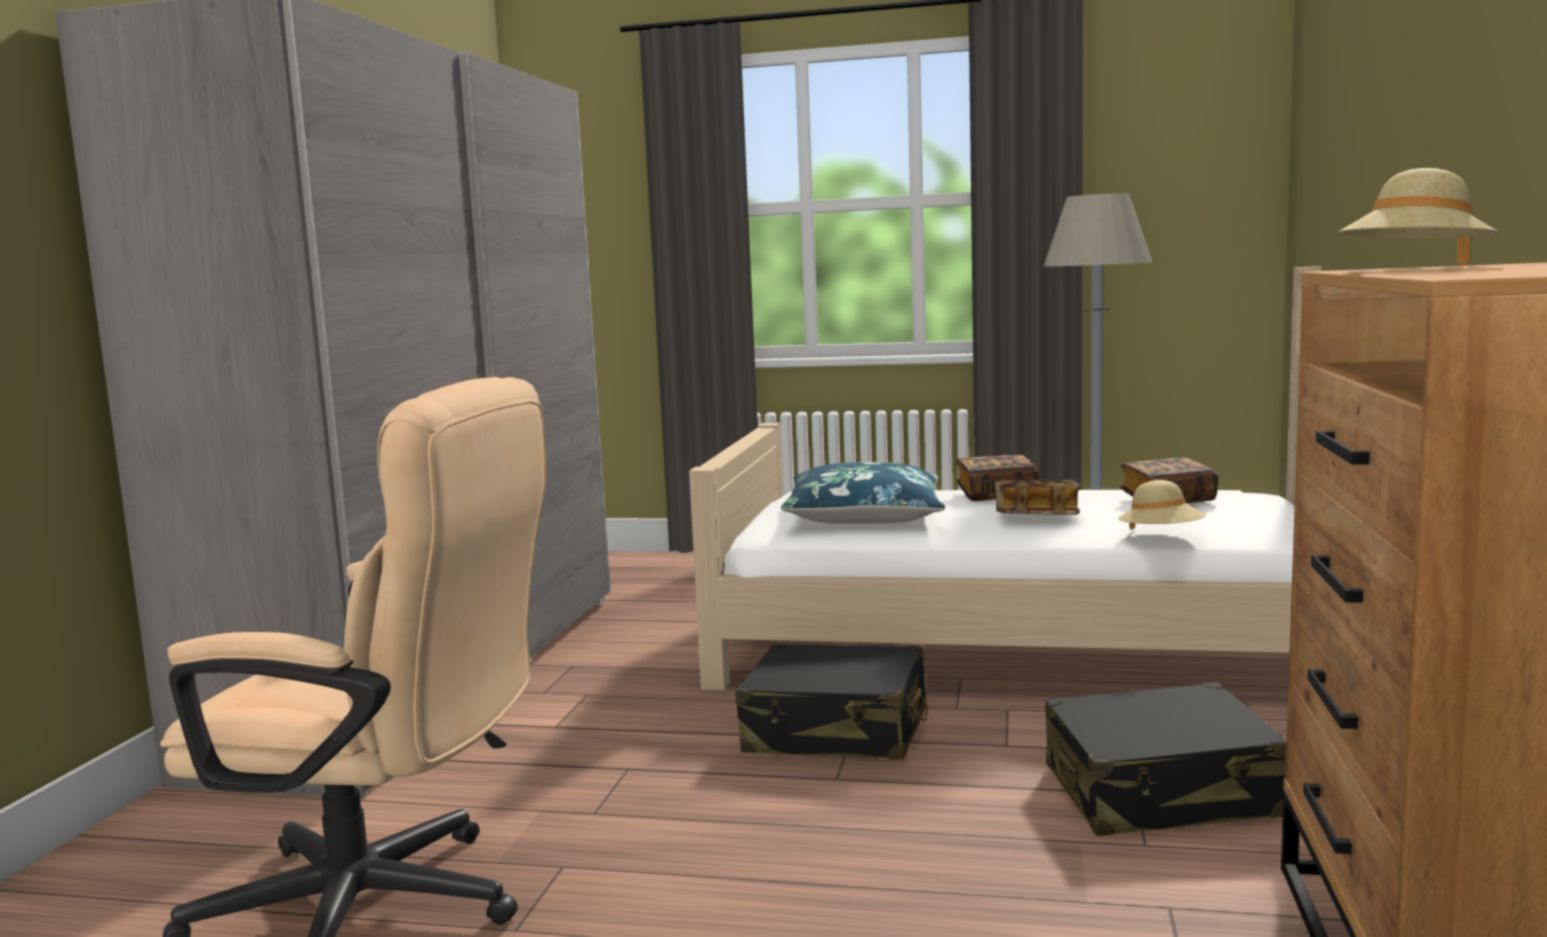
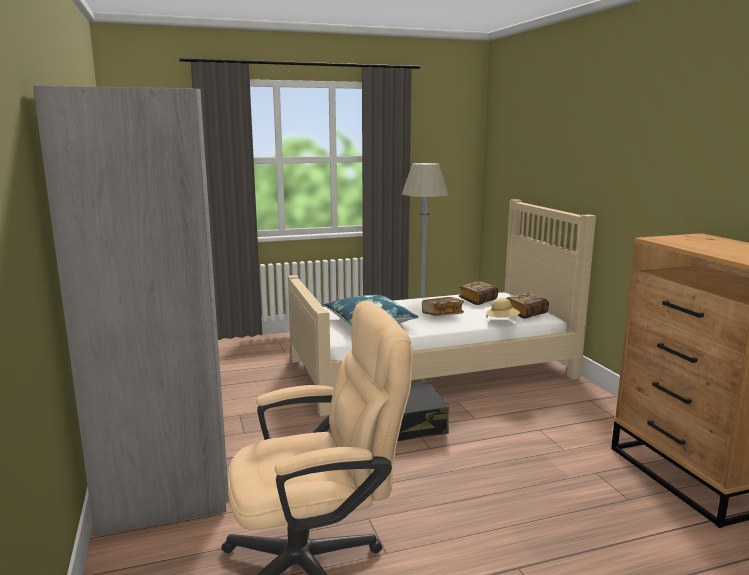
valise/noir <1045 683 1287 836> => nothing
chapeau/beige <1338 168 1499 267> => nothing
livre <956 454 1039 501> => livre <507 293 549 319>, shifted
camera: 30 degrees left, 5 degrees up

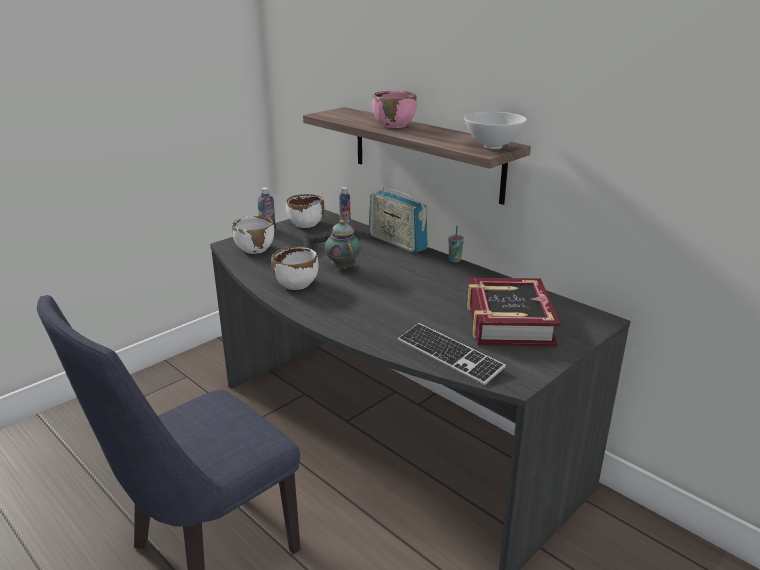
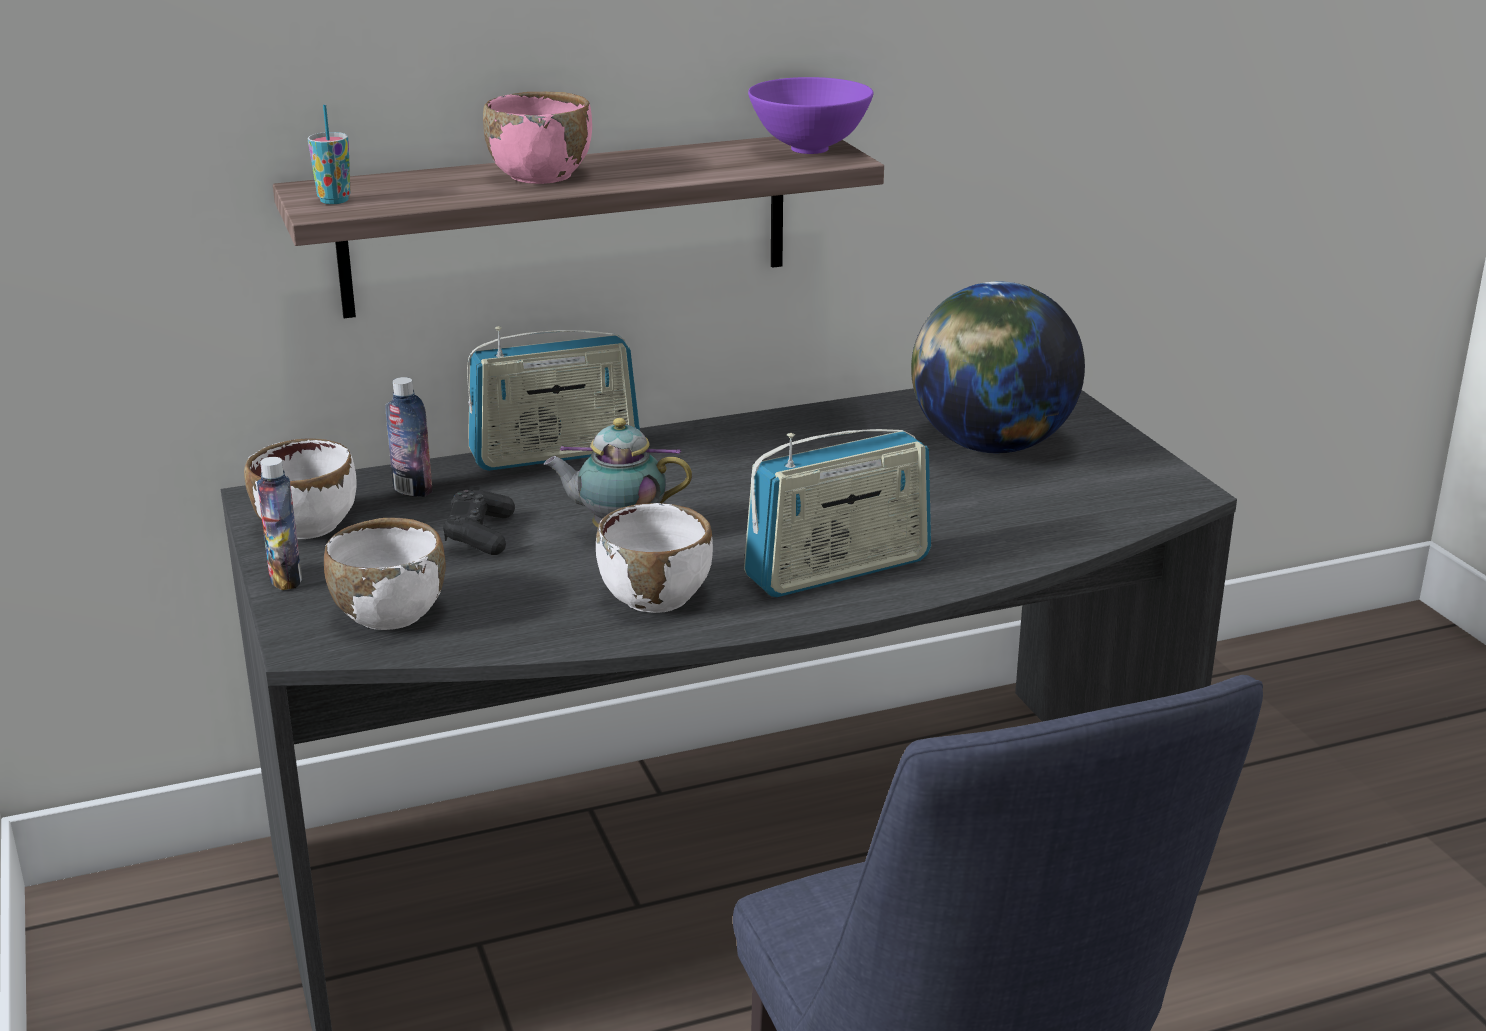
clavier <398 323 506 385> => nothing
nothing => radio <744 429 931 597>
tasse <449 226 464 262> => tasse <308 105 351 204>, shifted
livre <467 278 560 347> => globe <911 281 1085 454>
bol/blanc <464 112 527 149> => bol/violet <748 77 873 154>
camera: 65 degrees left, 0 degrees up

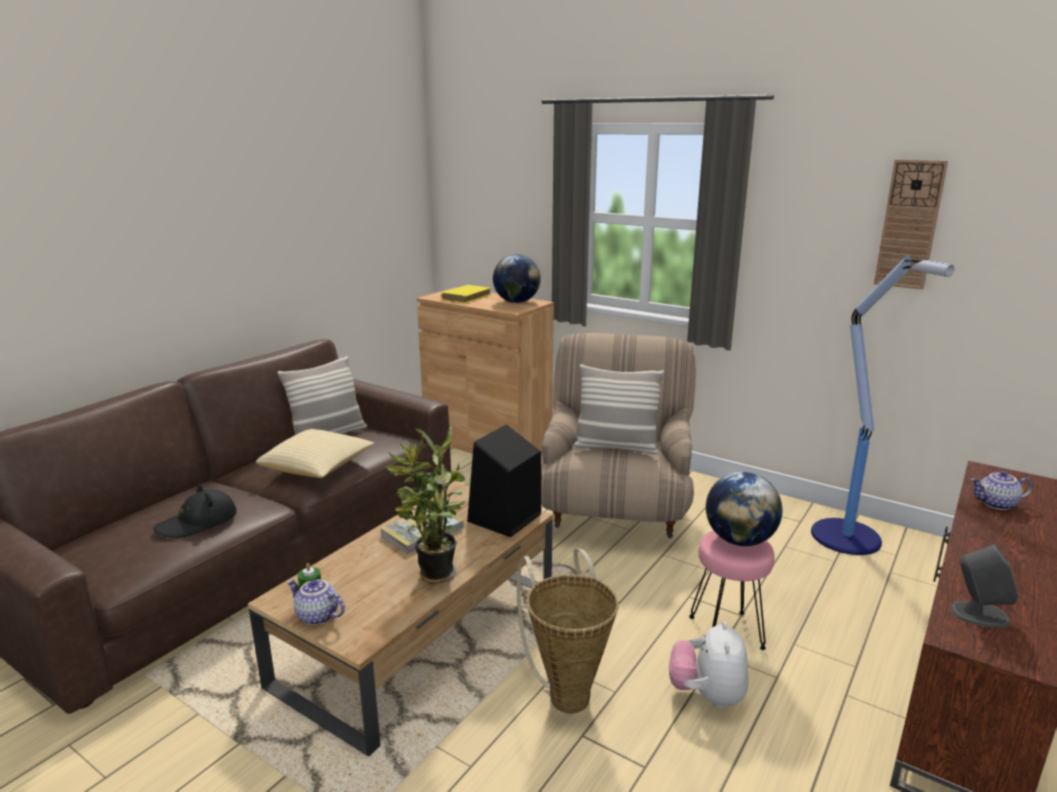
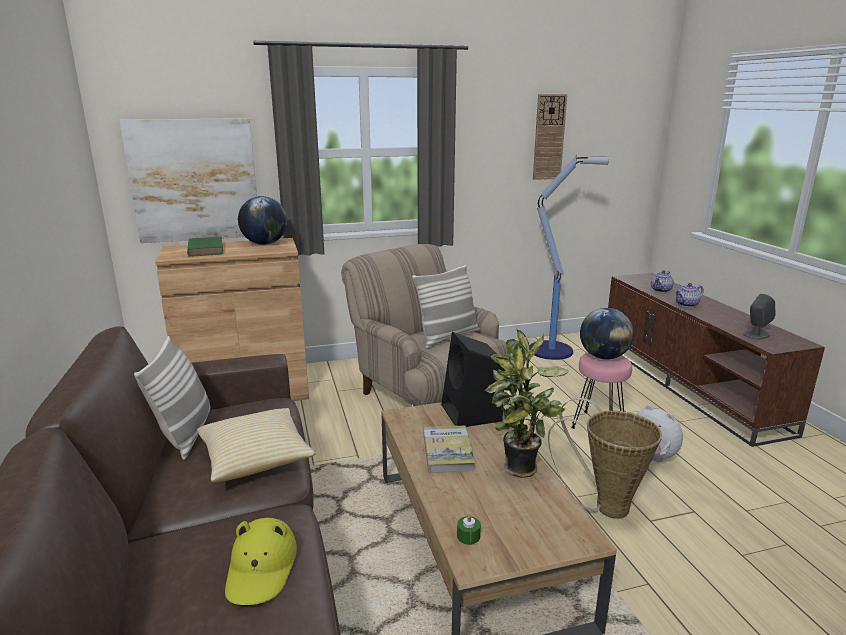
nothing => tableau <119 118 257 243>
théière <287 579 345 625> => théière <675 283 704 307>, shifted
chapeau/noir <153 484 237 538> => chapeau/jaune <225 518 297 605>
livre/jaune <441 285 491 303> => livre/vert <187 237 224 257>
camera: 50 degrees left, 0 degrees up

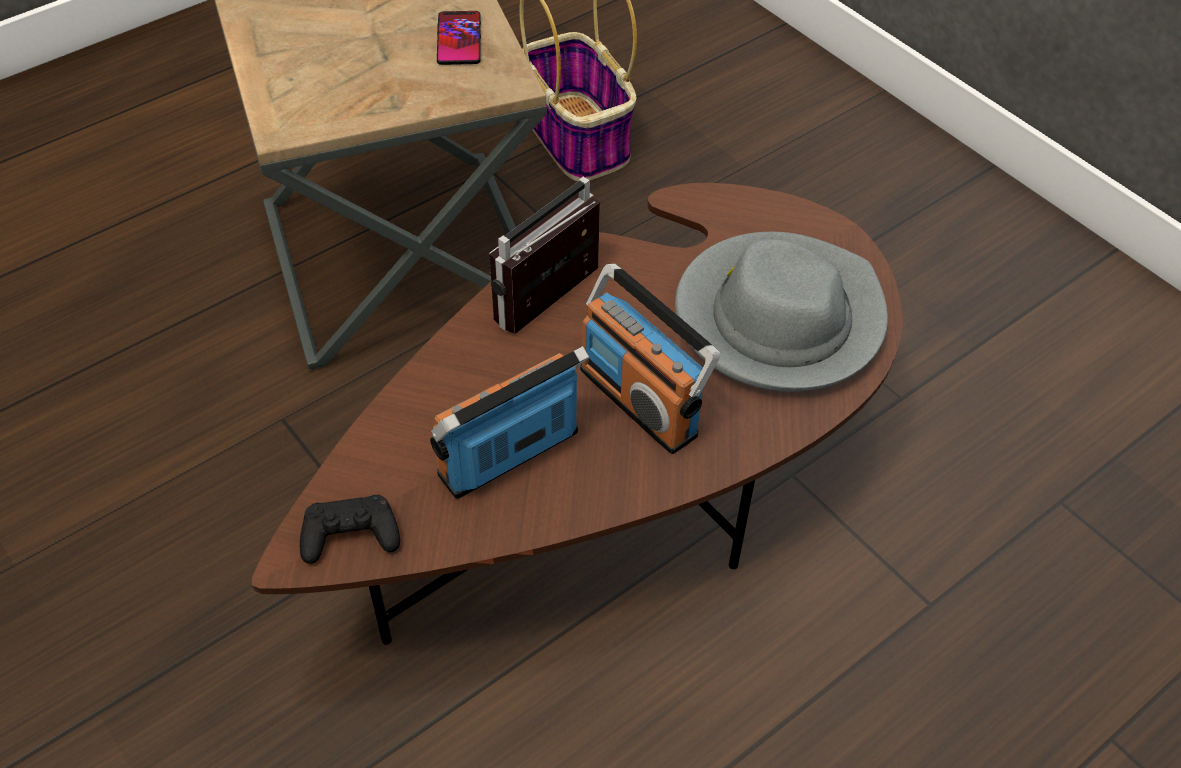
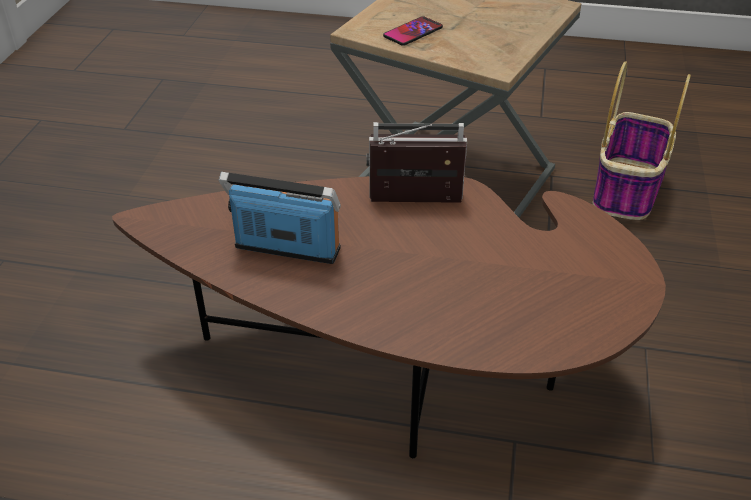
manette/noir <300 495 400 564> => nothing
radio <580 264 720 454> => nothing
chapeau/gris <675 232 888 392> => nothing
téléphone <437 11 481 65> => téléphone <383 16 443 46>, shifted
camera: 50 degrees right, 10 degrees down

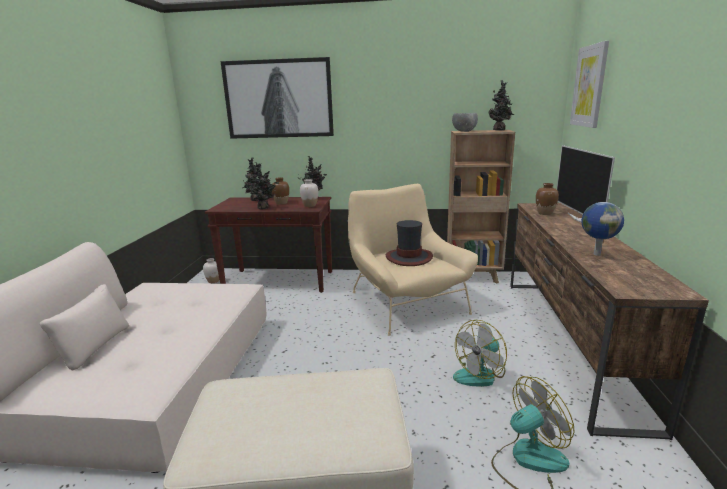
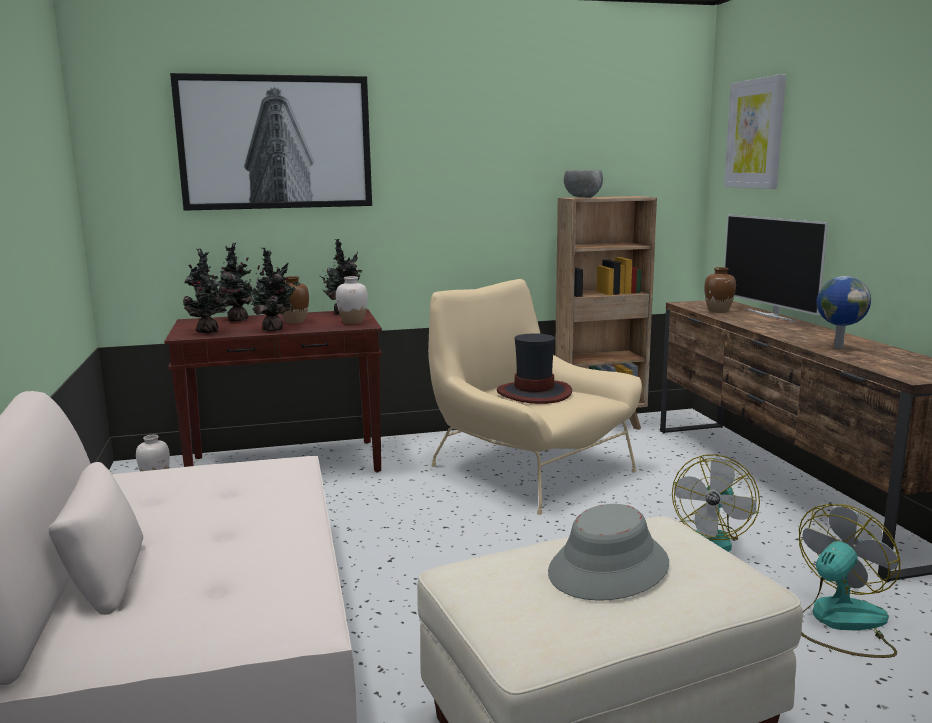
nothing => chapeau/gris <548 504 669 601>
plante en pot <489 80 515 131> => plante en pot <183 248 230 333>, shifted
camera: 20 degrees left, 5 degrees down

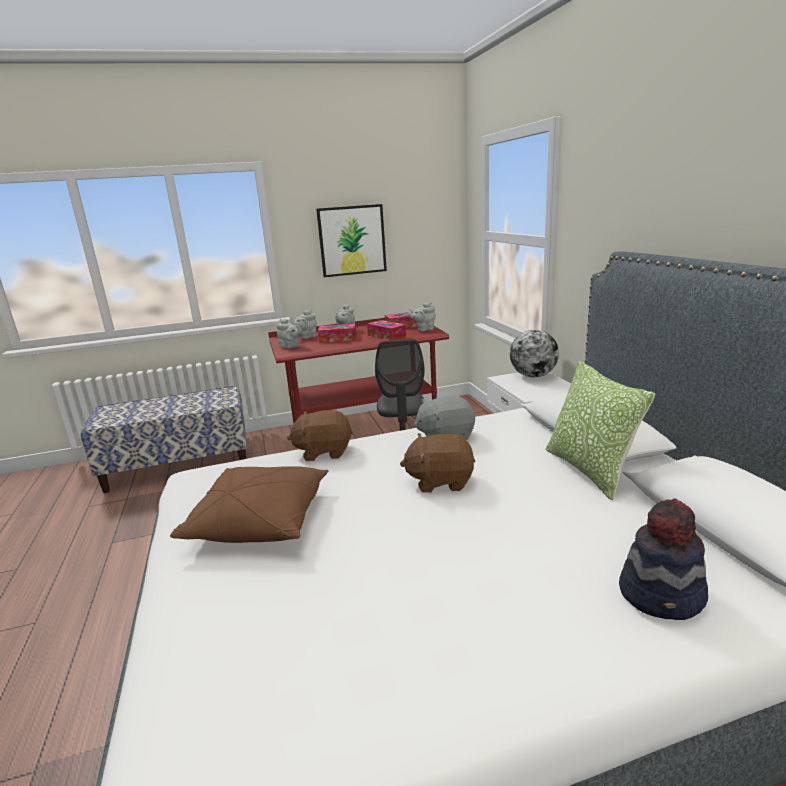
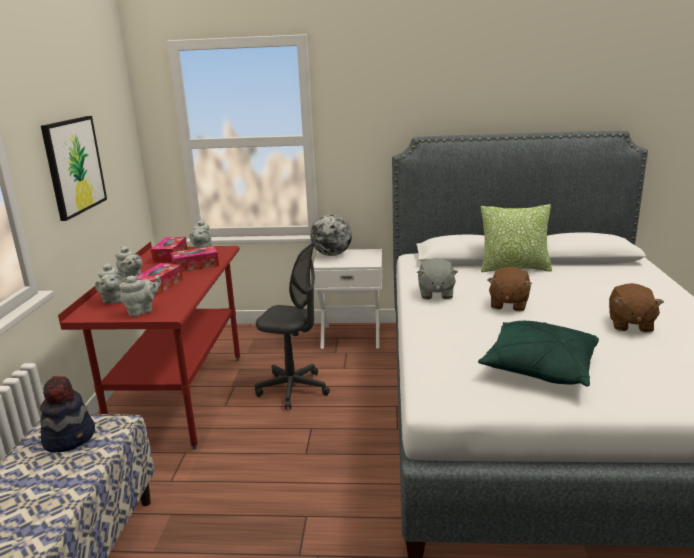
peluche/marron <287 410 353 461> => peluche/marron <609 283 664 333>, shifted
chapeau <619 498 708 620> => chapeau <40 375 95 453>, shifted
coussin/marron <170 466 328 543> => coussin/vert <478 321 599 387>
camera: 70 degrees left, 0 degrees up

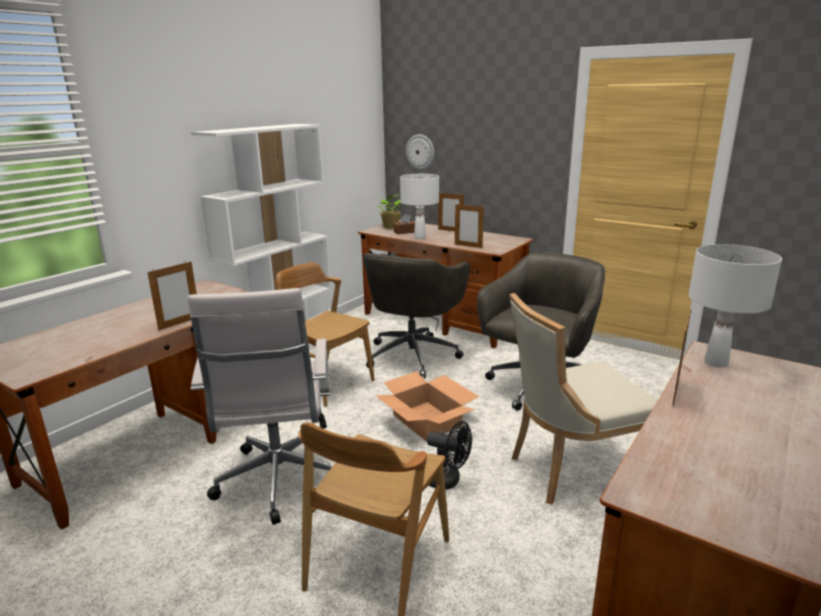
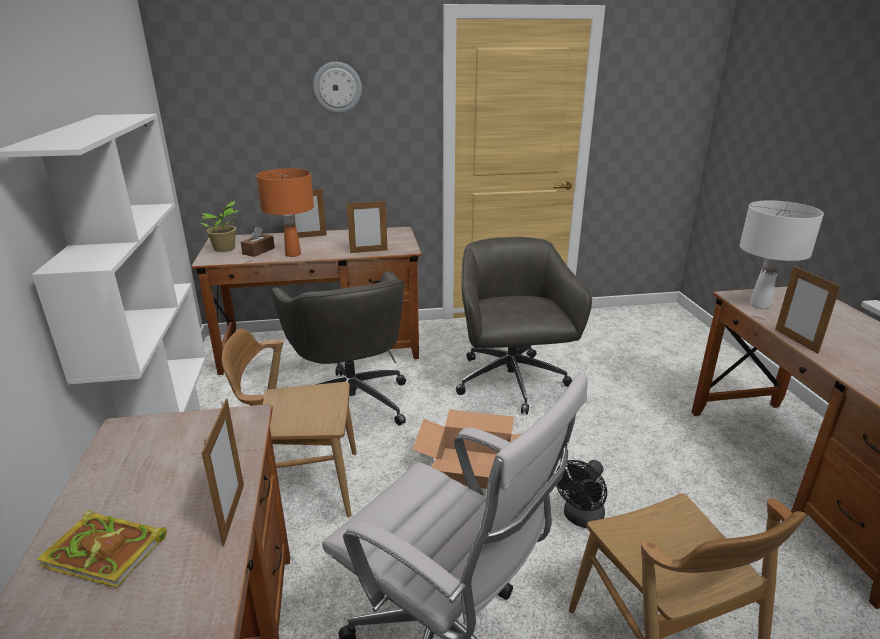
chaise/beige <509 293 658 505> => nothing
nothing => livre <37 510 167 588>
horloge murale <406 134 435 170> => horloge murale <313 62 362 113>, shifted
lampe de table/blanc <400 174 439 239> => lampe de table/orange <257 168 314 257>
ventilateur/noir <427 421 472 490> => ventilateur/noir <556 460 607 528>, 150 degrees clockwise
camera: 45 degrees left, 5 degrees up

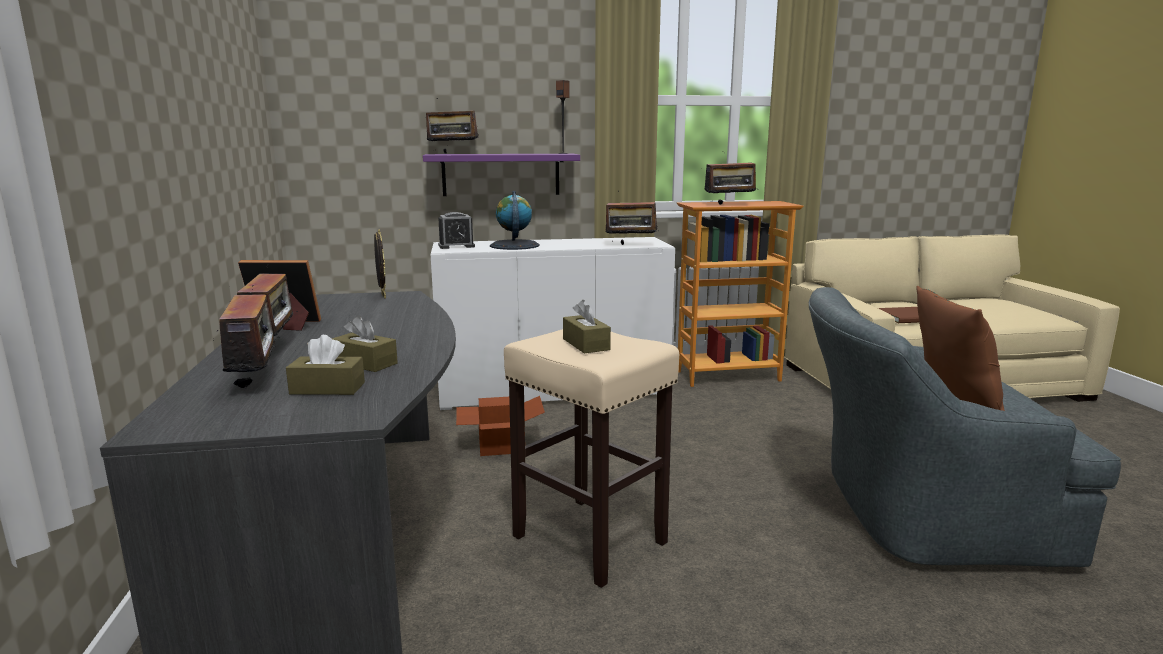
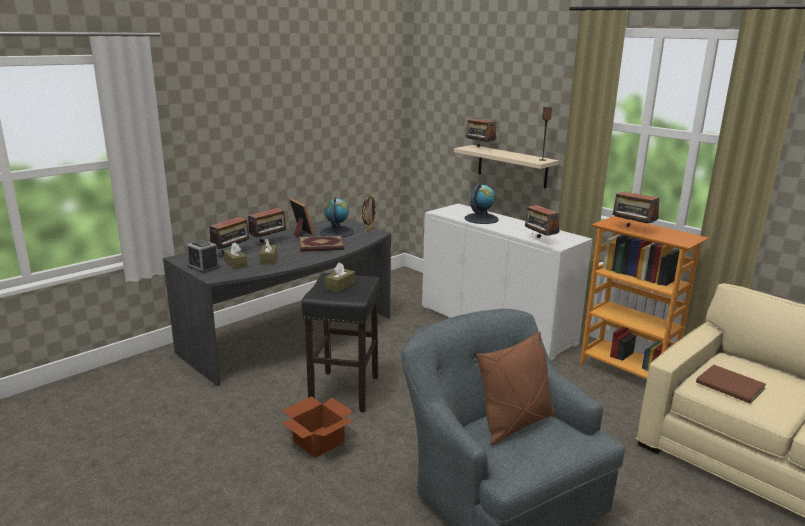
nothing => livre <299 235 344 252>
nothing => globe <320 197 354 237>
réveil <438 212 475 249> => réveil <186 240 219 273>, shifted
carton <456 396 545 456> => carton <282 396 355 458>, shifted
étagère/violet <423 154 580 196> => étagère/beige <454 145 559 189>
tabouret/beige <504 329 679 588> => tabouret/noir <301 273 380 412>
camera: 55 degrees right, 5 degrees up

